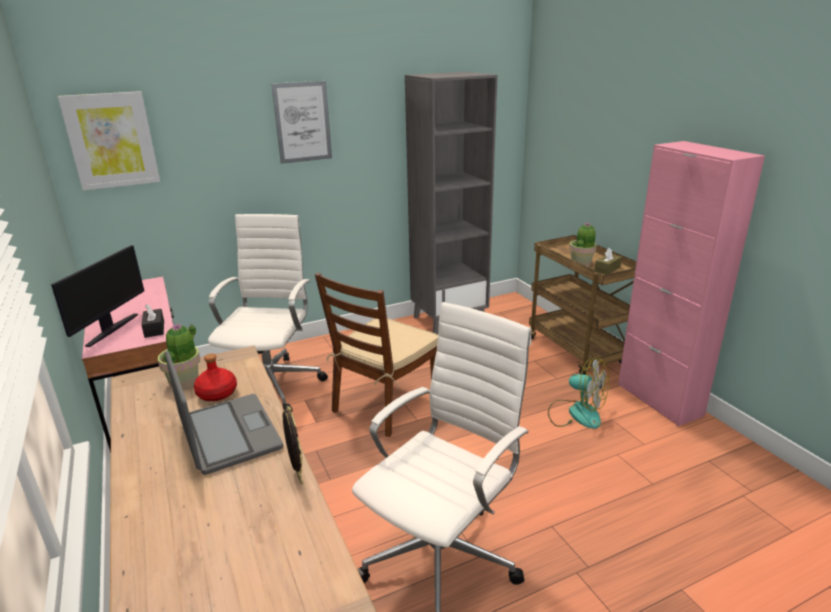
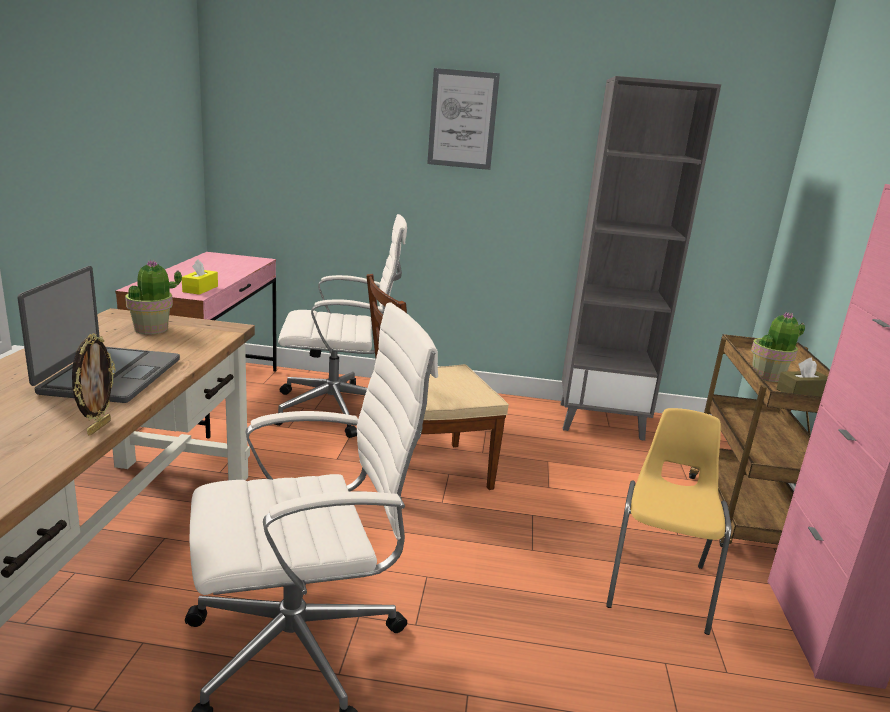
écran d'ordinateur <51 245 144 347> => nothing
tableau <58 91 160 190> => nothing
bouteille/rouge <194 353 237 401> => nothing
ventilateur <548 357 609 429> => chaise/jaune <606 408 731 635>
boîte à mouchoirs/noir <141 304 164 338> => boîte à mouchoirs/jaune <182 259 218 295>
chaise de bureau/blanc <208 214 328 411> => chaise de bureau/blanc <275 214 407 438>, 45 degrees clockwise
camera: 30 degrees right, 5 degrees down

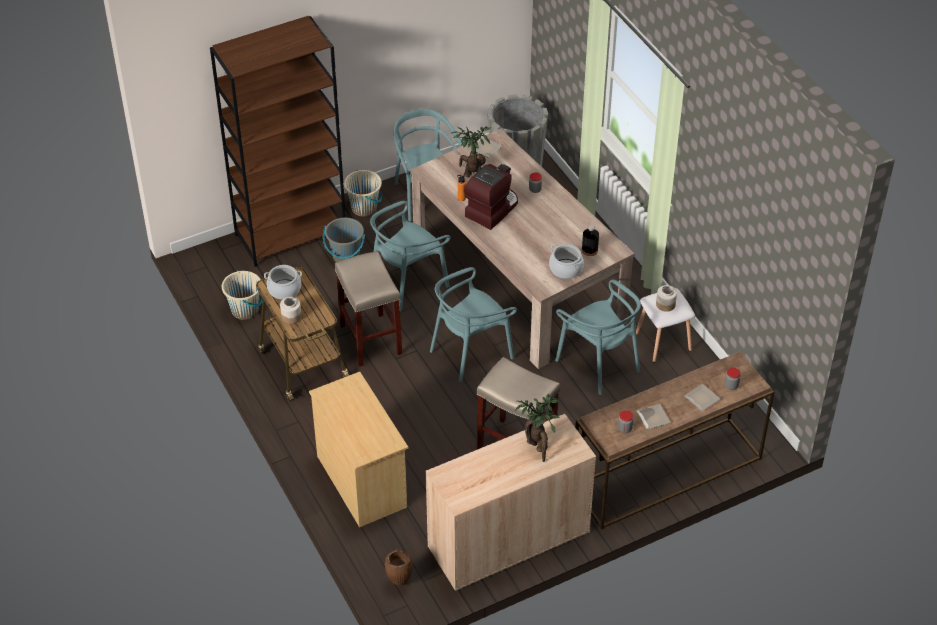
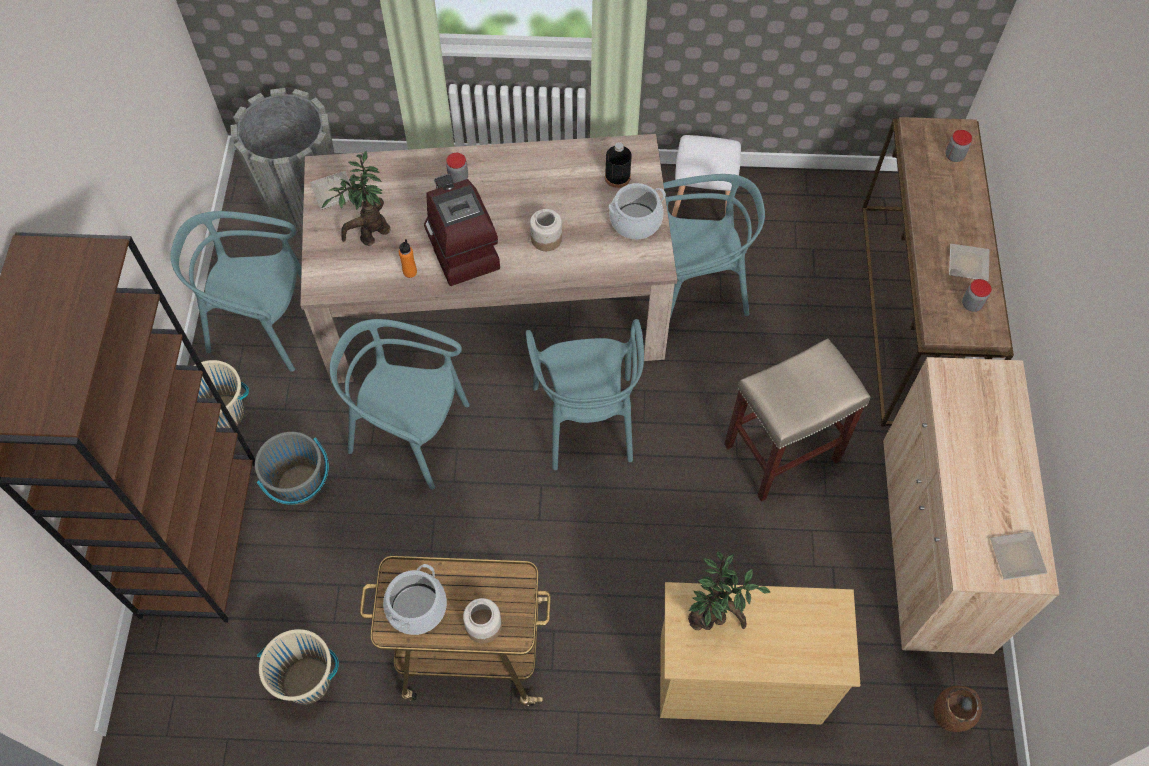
tabouret/beige <335 251 402 367> => nothing
plante en pot <515 394 560 462> => plante en pot <688 551 770 630>, shifted
bocal <656 285 677 312> => bocal <530 209 562 251>, shifted
assiette <684 384 720 411> => assiette <990 531 1047 580>, shifted
chaise/turquoise <370 201 451 312> => chaise/turquoise <330 319 470 490>, 120 degrees clockwise
camera: 60 degrees left, 15 degrees up

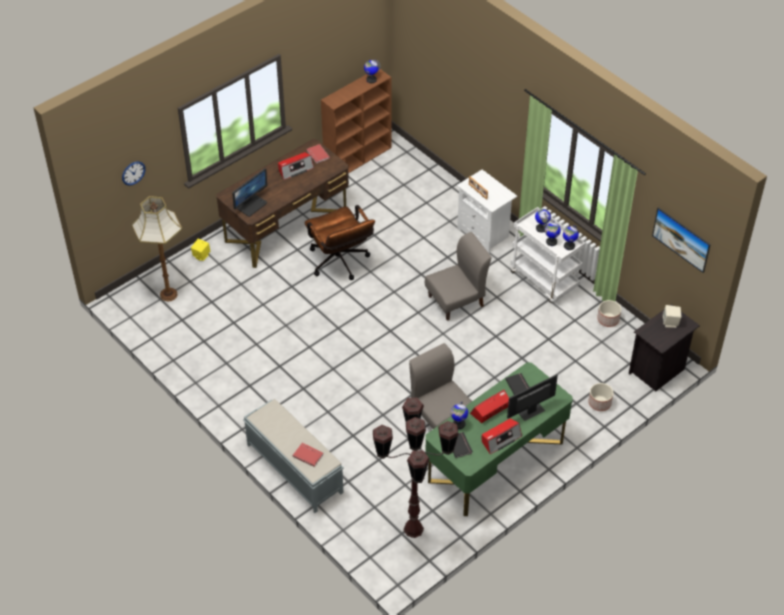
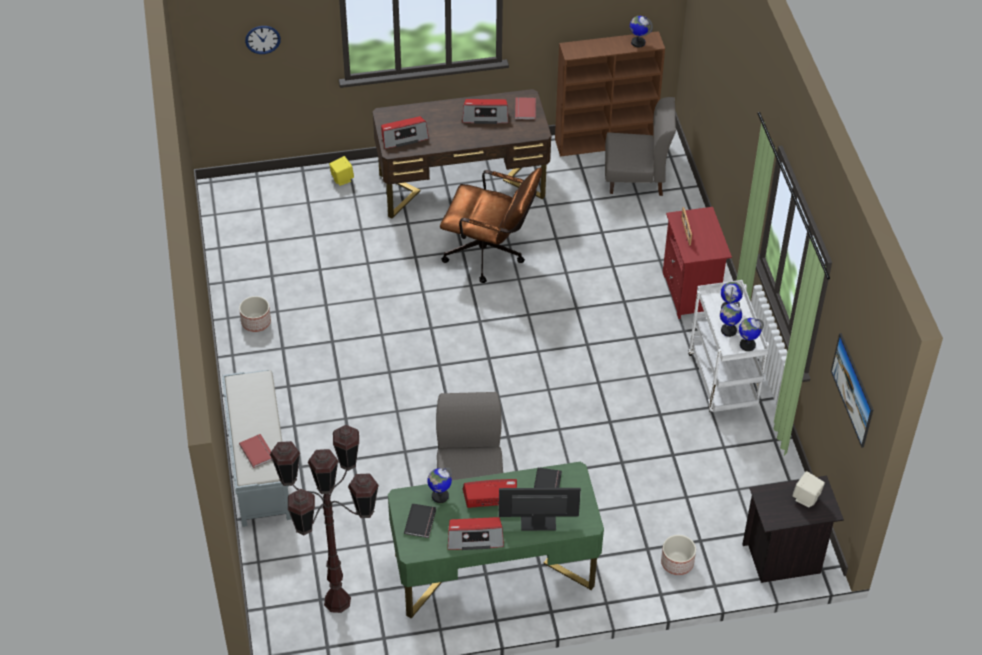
lampadaire <132 196 182 301> => nothing
chaise/gris <425 232 491 321> => chaise/gris <605 97 676 196>, shifted
cache-pot <597 300 621 327> => cache-pot <239 296 271 332>, shifted
écran d'ordinateur <232 168 267 217> => radio <381 116 429 149>
table de chevet/blanc <457 169 517 253> => table de chevet/rouge <663 207 732 319>
chaise de bureau/marron <304 205 375 280> => chaise de bureau/marron <440 167 542 283>, 75 degrees counterclockwise
camera: 30 degrees right, 0 degrees up

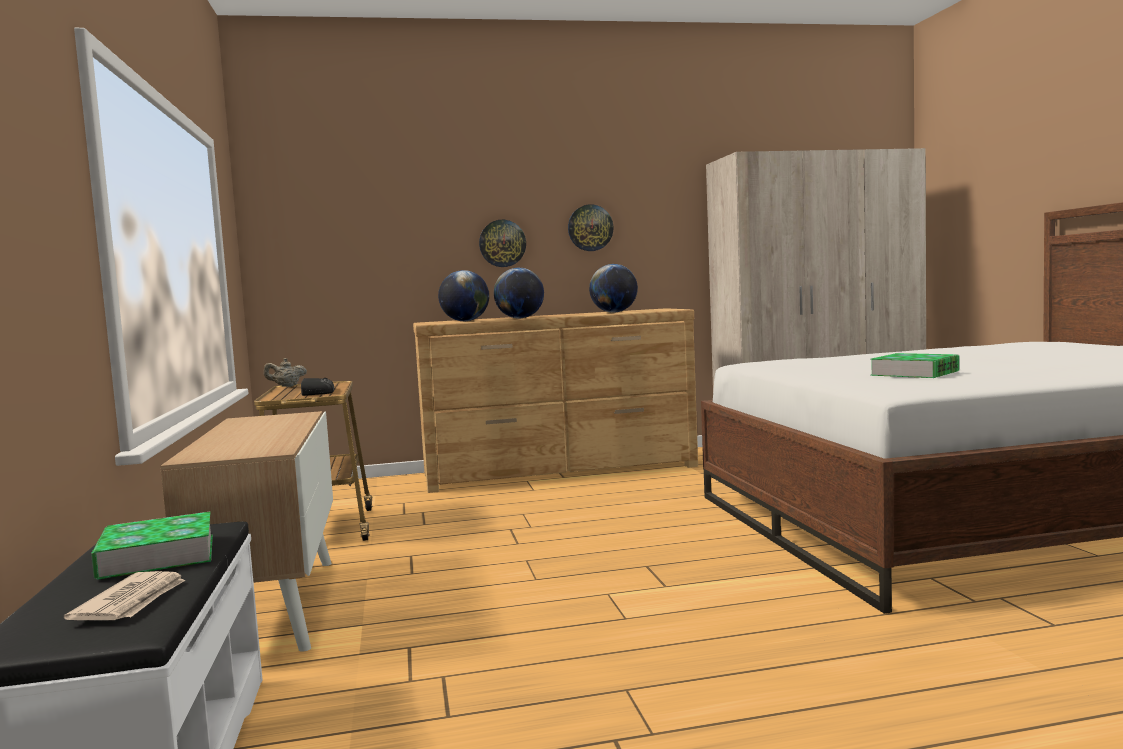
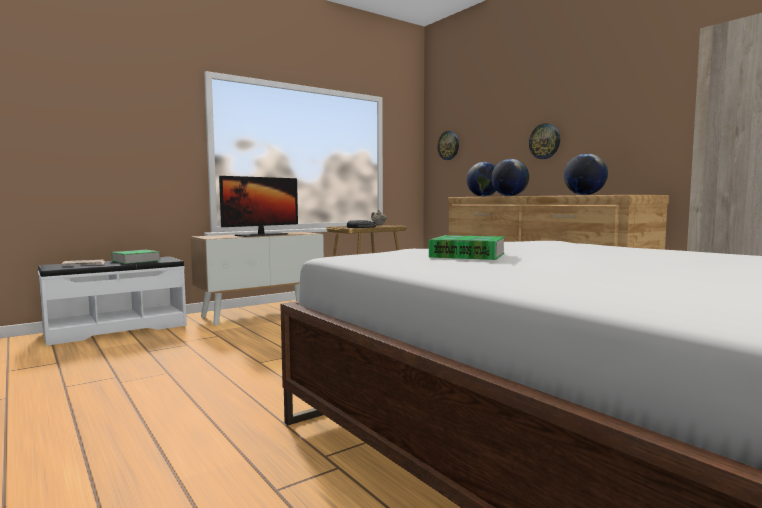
nothing => écran d'ordinateur <219 176 298 237>
horloge murale <568 204 613 251> => horloge murale <438 131 459 160>, shifted
camera: 65 degrees right, 0 degrees up

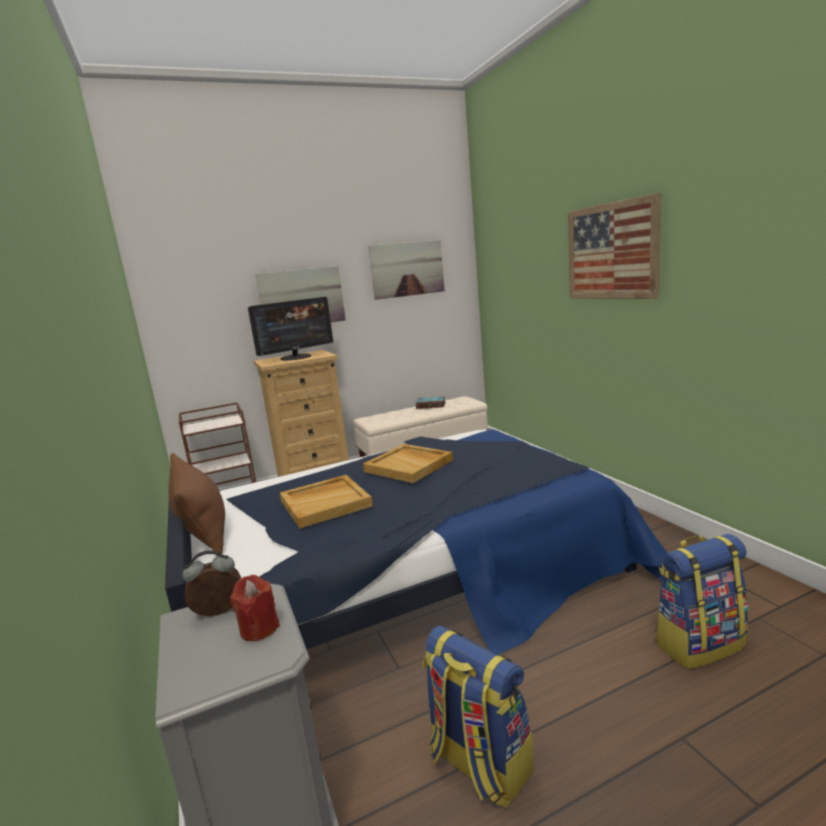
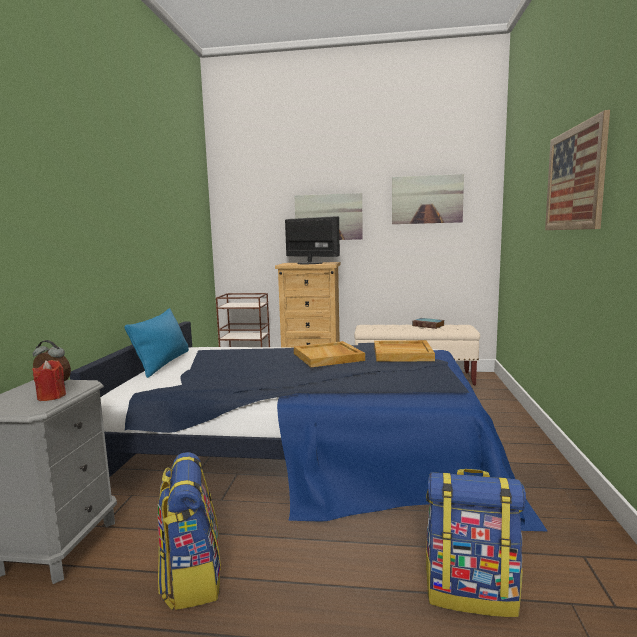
plateau/beige <280 475 373 529> => plateau/beige <374 340 435 361>, shifted
coussin/marron <169 453 225 556> => coussin/bleu <125 308 189 378>
écran d'ordinateur <248 297 333 360> => écran d'ordinateur <285 216 340 264>, 135 degrees counterclockwise
camera: 30 degrees right, 5 degrees down

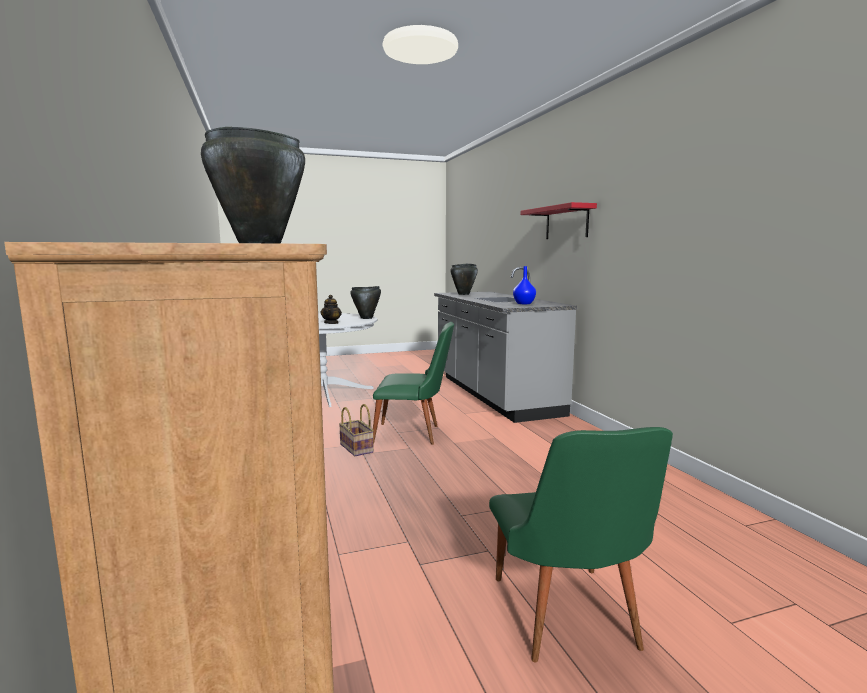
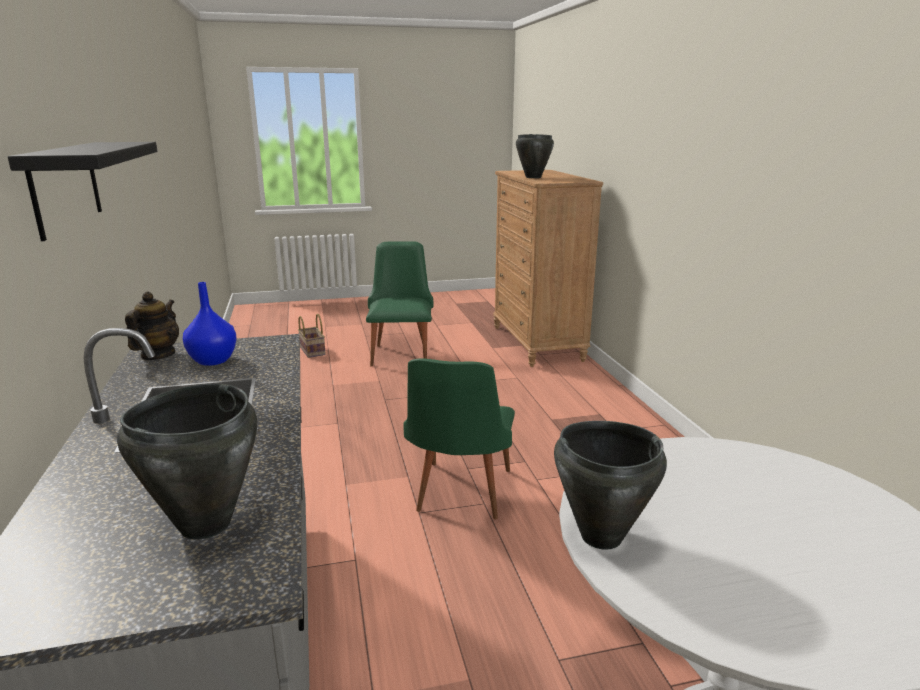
théière <320 295 342 324> => théière <125 292 179 360>, shifted
panier <339 404 374 456> => panier <298 314 326 358>, shifted
étagère/rouge <521 202 597 239> => étagère/noir <8 142 157 241>
chaise/vert <373 322 454 445> => chaise/vert <403 358 515 519>, 90 degrees counterclockwise
camera: 175 degrees left, 10 degrees up

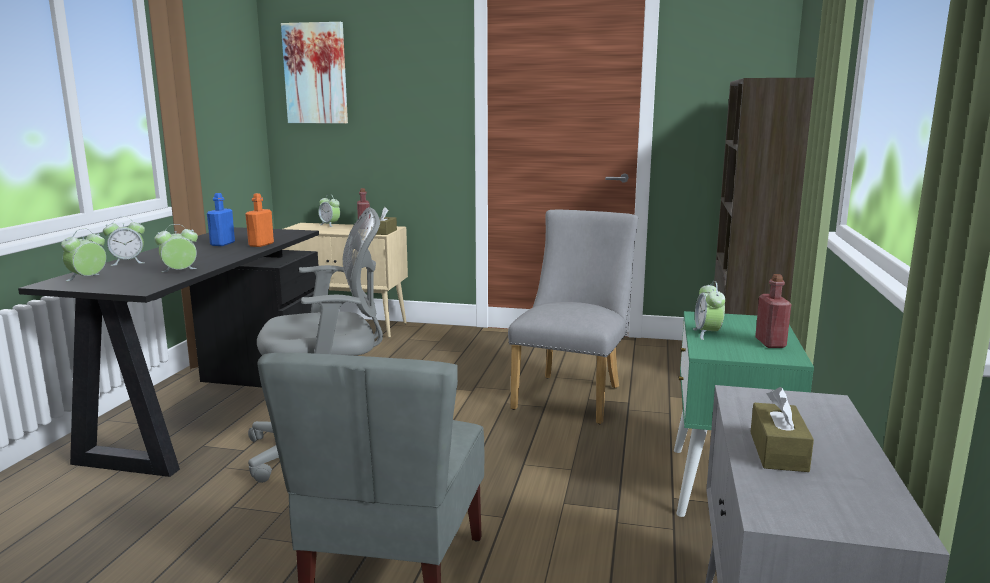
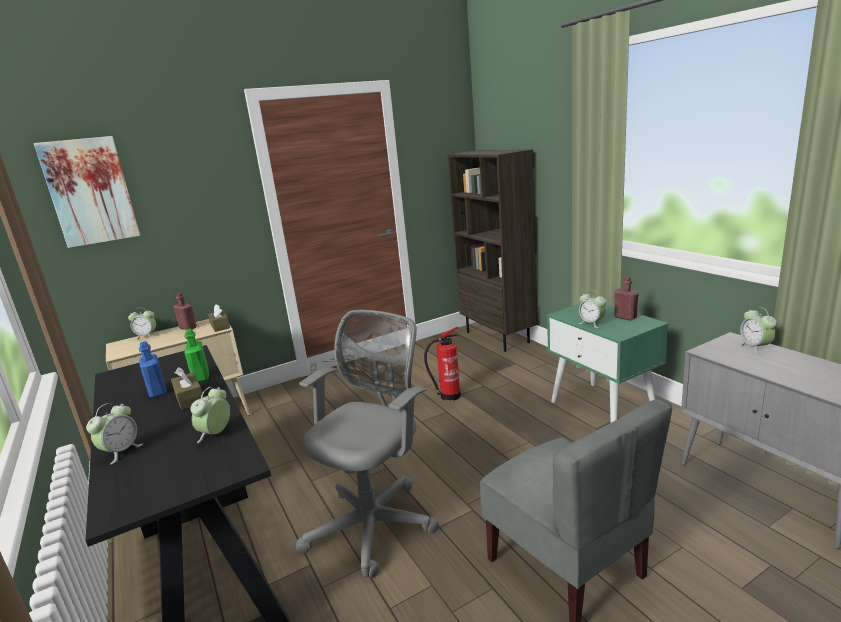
réveil <61 229 106 281> => réveil <738 307 777 355>, shifted
boîte à mouchoirs/marron <751 387 814 472> => boîte à mouchoirs/marron <171 367 203 410>, shifted
chaise/gris <508 209 638 424> => extincteur <424 327 461 401>
bouteille/orange <245 193 274 247> => bouteille/vert <184 329 209 382>
camera: 40 degrees left, 5 degrees up

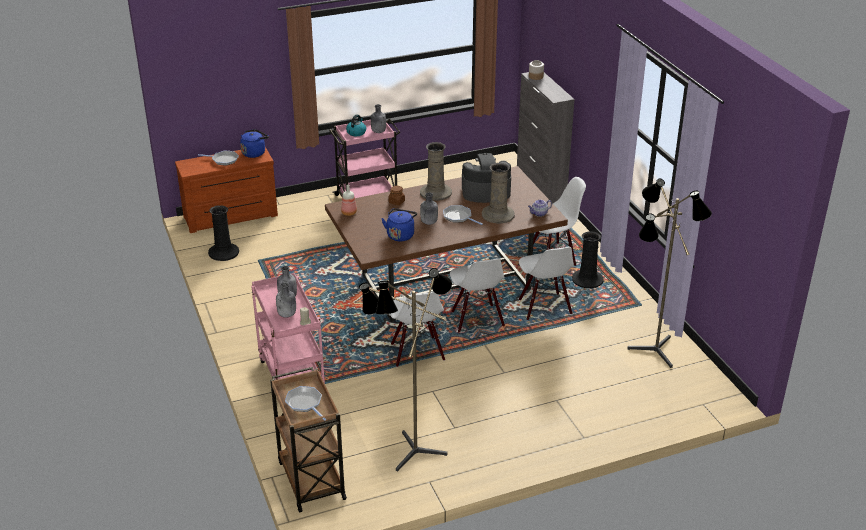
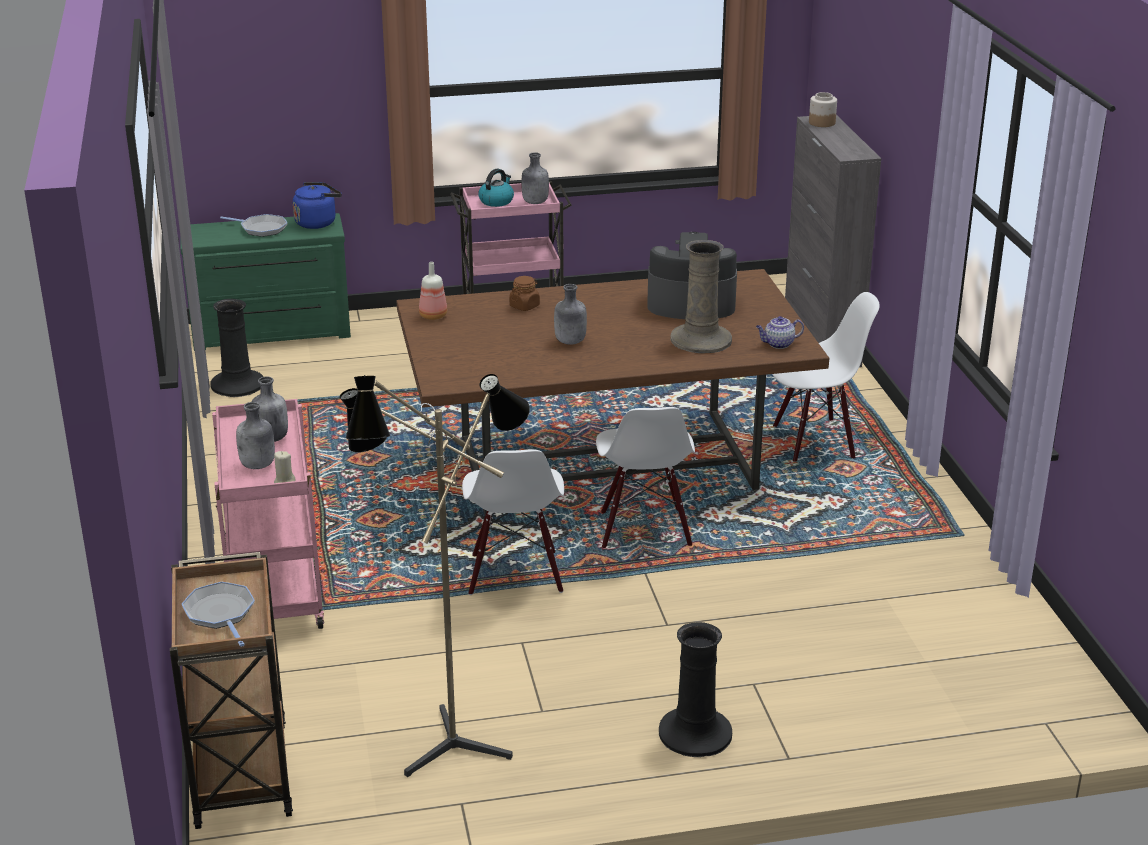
bouilloire/bleu <381 208 417 241> => nothing
vase/beige <420 142 452 201> => nothing
poêle <443 205 482 225> => nothing
chaise/blanc <519 247 574 320> => nothing
lampadaire <628 178 712 368> => nothing
vase/noir <572 231 603 288> => vase/noir <659 622 732 757>, shifted
commode/marron <175 147 278 233> => commode/vert <180 213 351 351>
camera: 10 degrees right, 5 degrees down

